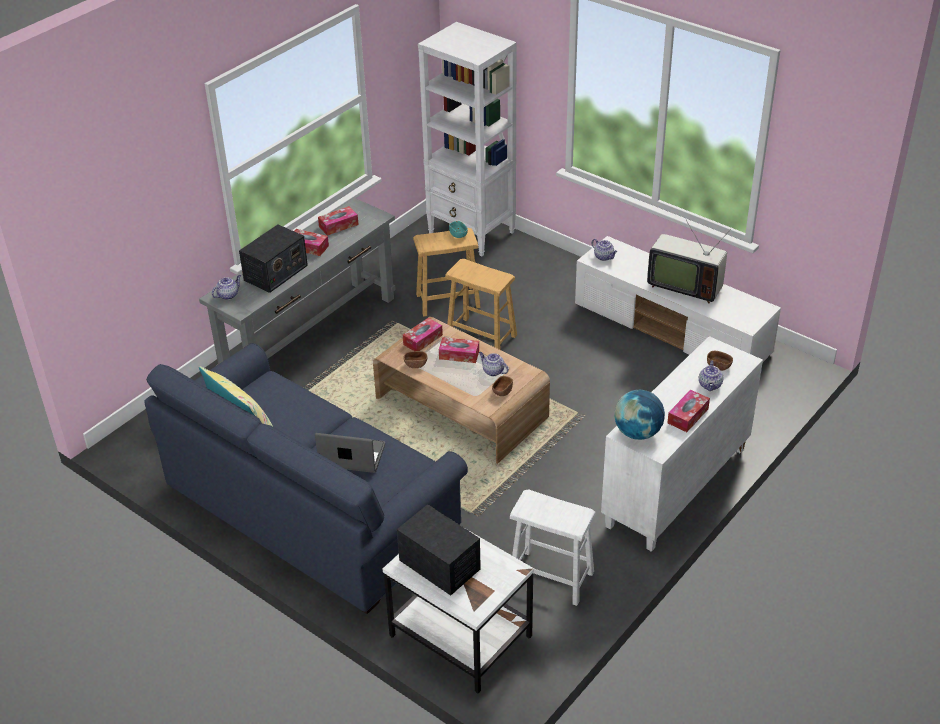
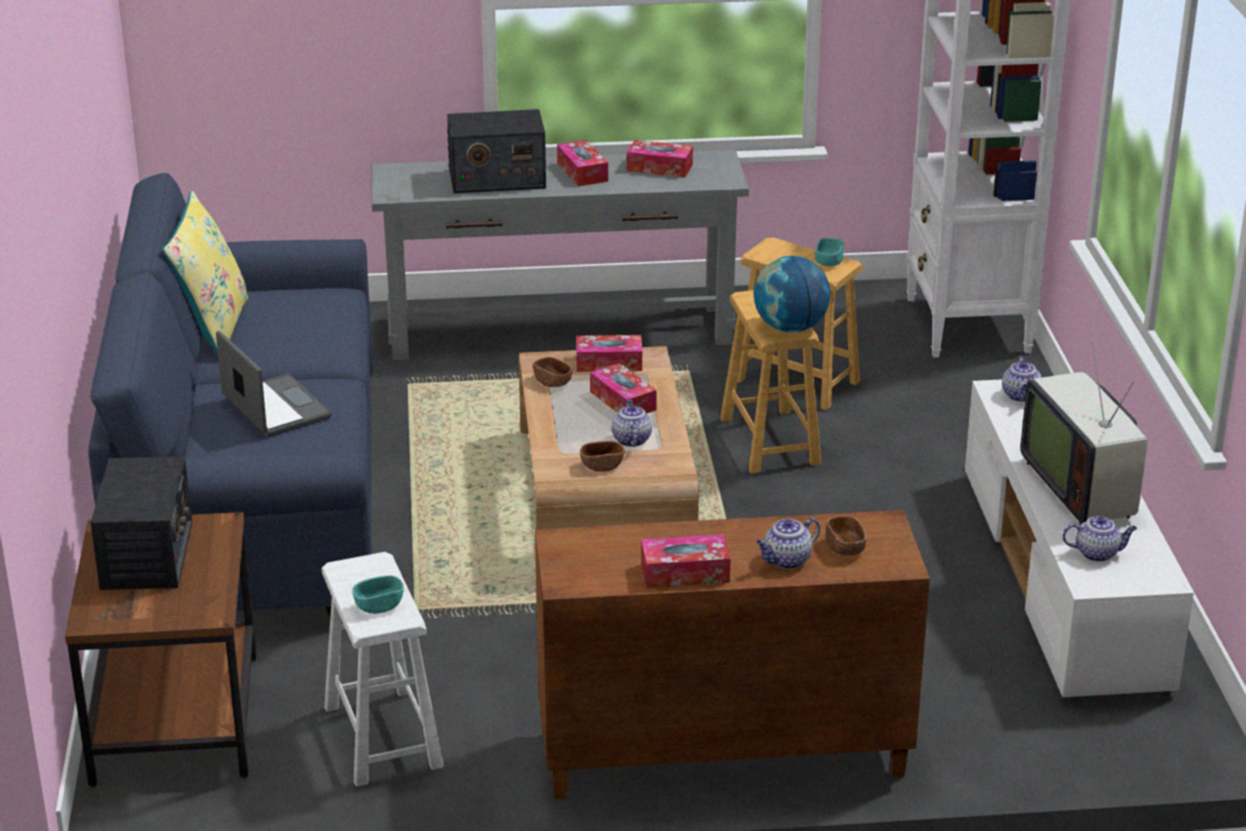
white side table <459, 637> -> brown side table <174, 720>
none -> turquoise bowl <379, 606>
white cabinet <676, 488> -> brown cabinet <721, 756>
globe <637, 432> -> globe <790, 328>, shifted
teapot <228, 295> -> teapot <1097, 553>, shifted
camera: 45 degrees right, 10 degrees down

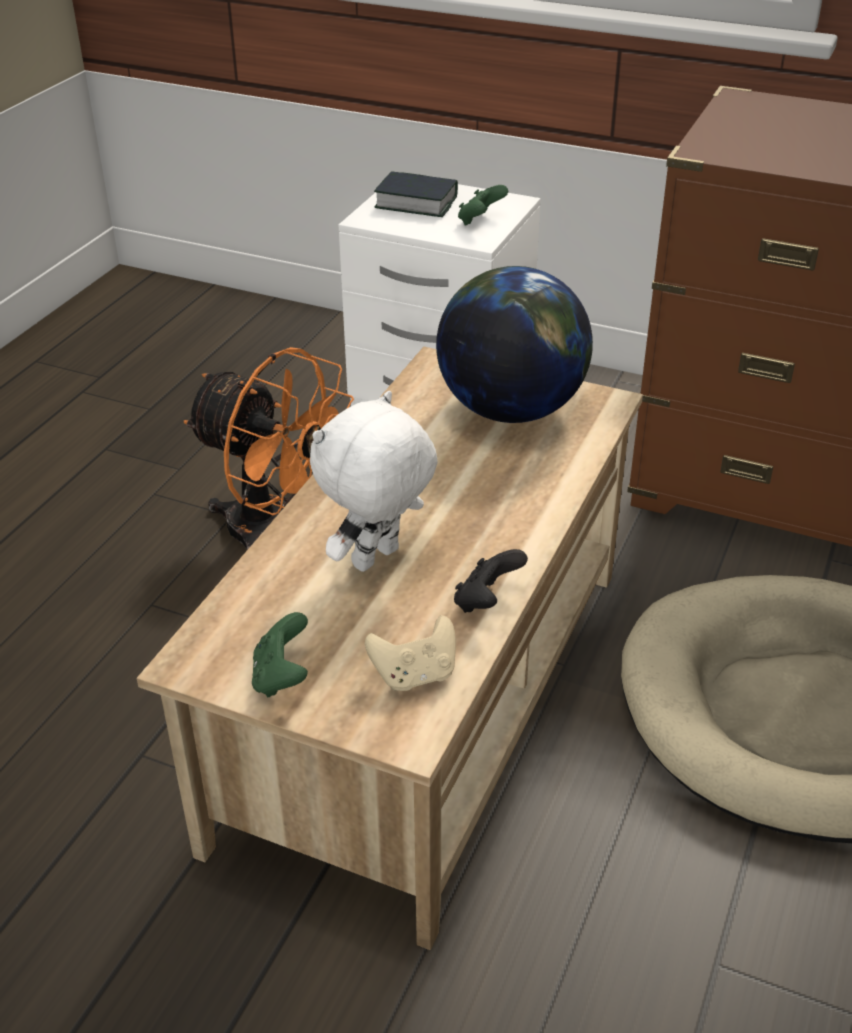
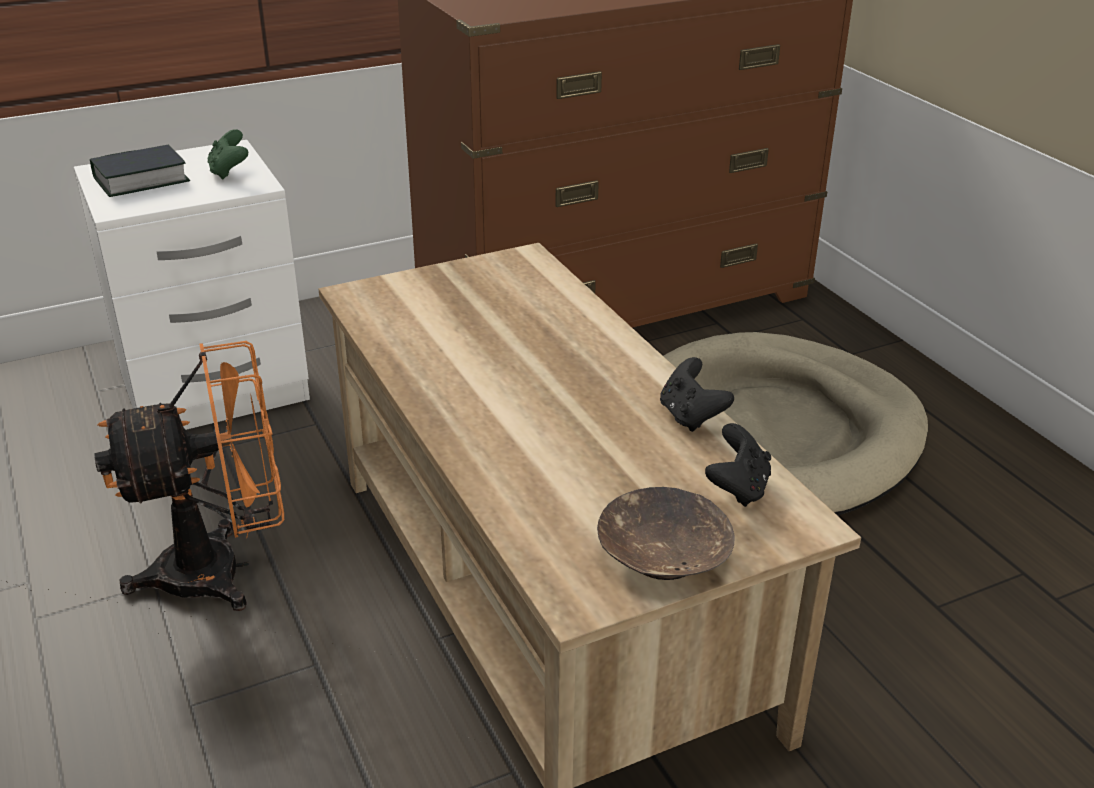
green game controller <282, 677> -> brown bowl <662, 556>
beige game controller <415, 675> -> black game controller <738, 488>
white plush toy <377, 560> -> none
globe <511, 409> -> none
camera: 50 degrees left, 5 degrees down

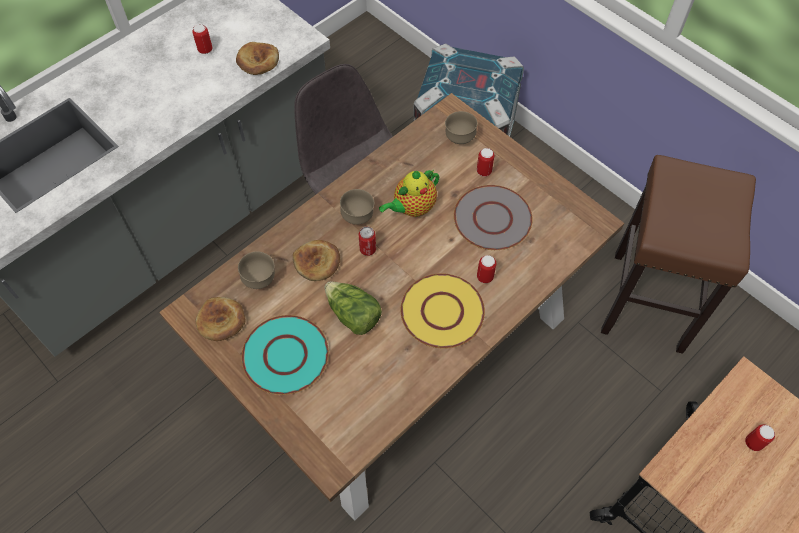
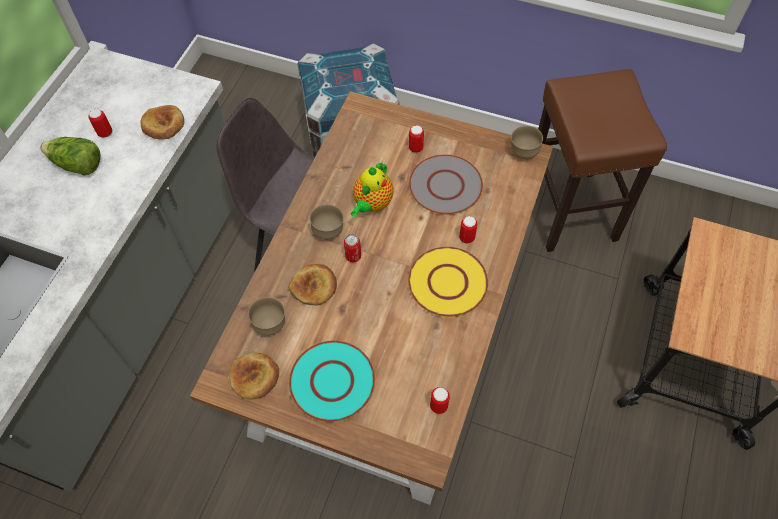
lettuce <353, 315> -> lettuce <77, 165>, shifted
can <753, 443> -> can <438, 406>, shifted
brown bowl <459, 138> -> brown bowl <523, 152>, shifted
camera: 25 degrees left, 0 degrees up

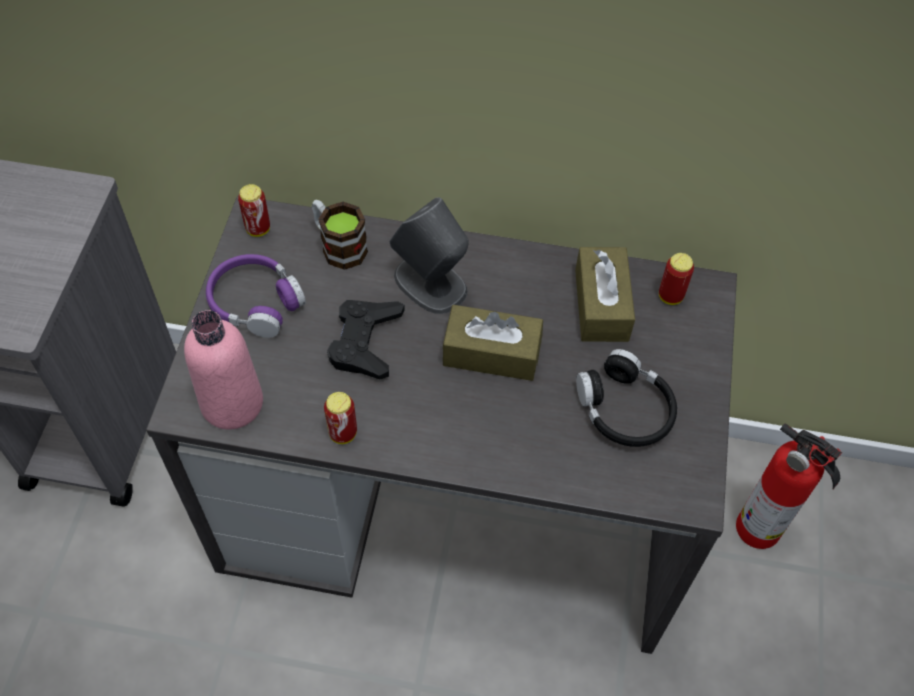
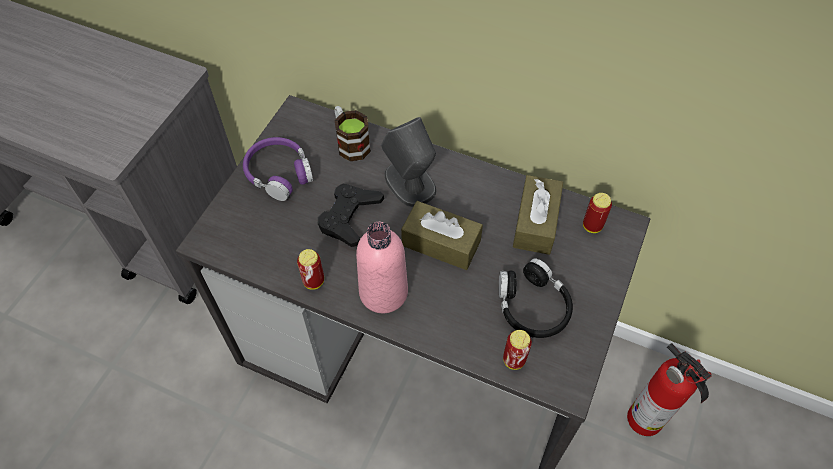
pink bottle <232, 403> -> pink bottle <383, 292>, shifted
can <258, 229> -> can <514, 360>, shifted
camera: 15 degrees right, 0 degrees up

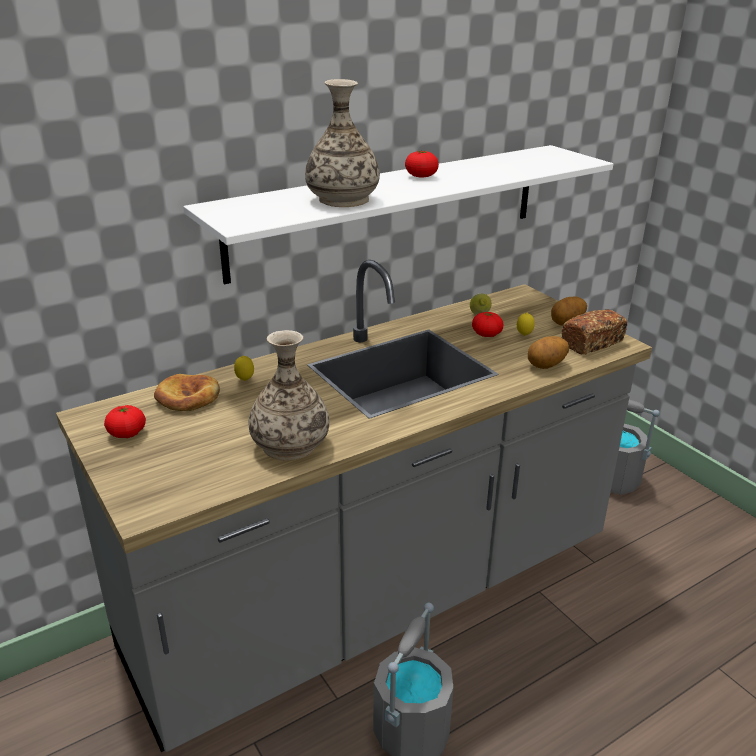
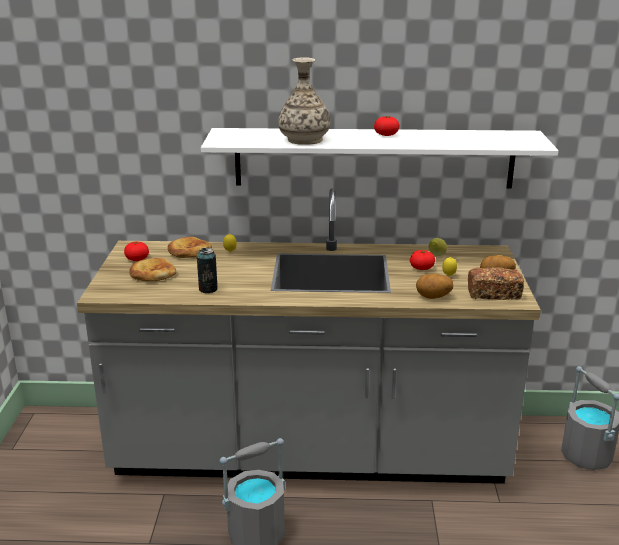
none -> bread <152, 274>
vase <290, 444> -> can <208, 289>
camera: 35 degrees right, 5 degrees down

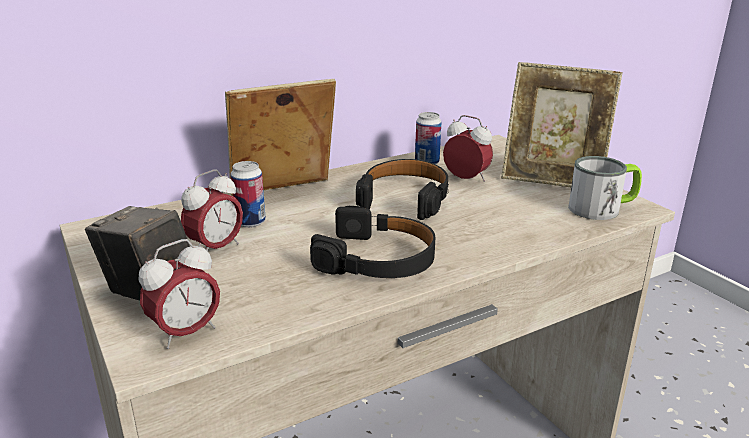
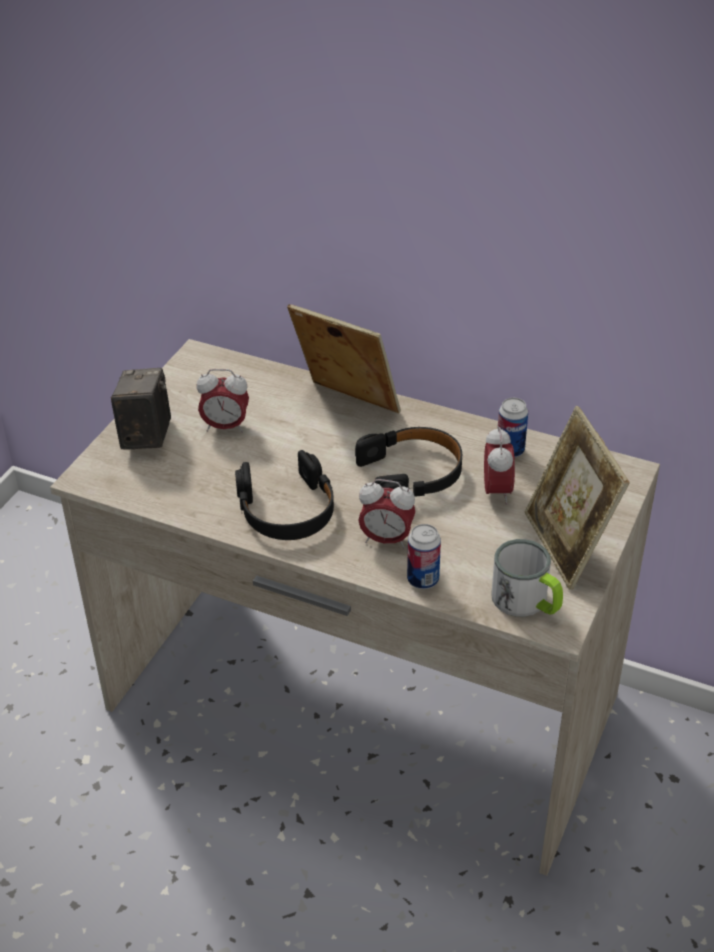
alarm clock <186, 333> -> alarm clock <386, 540>, shifted
can <250, 222> -> can <423, 580>, shifted
camera: 55 degrees right, 15 degrees up

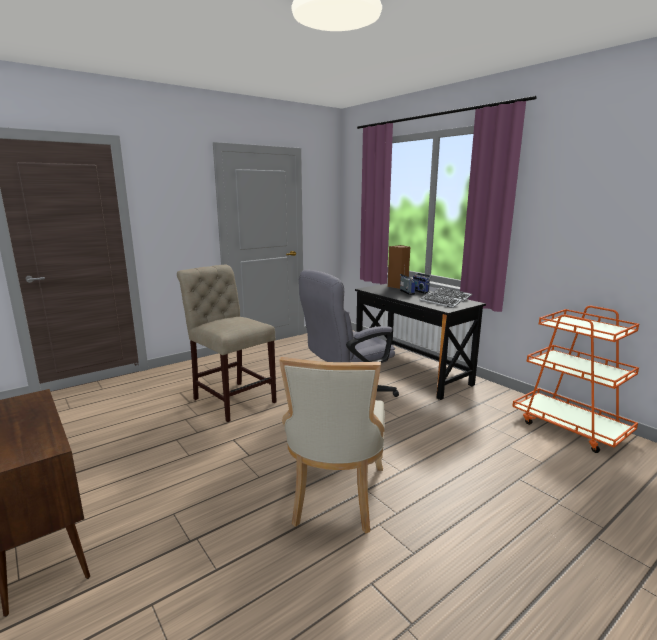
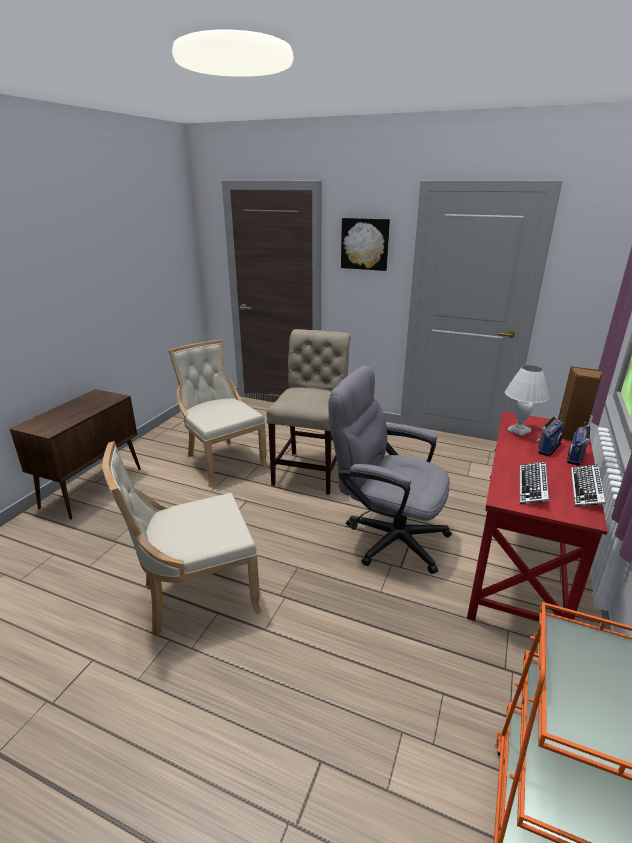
none -> beige chair <222, 460>
none -> picture <365, 244>
black desk <411, 373> -> red desk <519, 566>
none -> white table lamp <519, 430>
camera: 60 degrees right, 10 degrees up

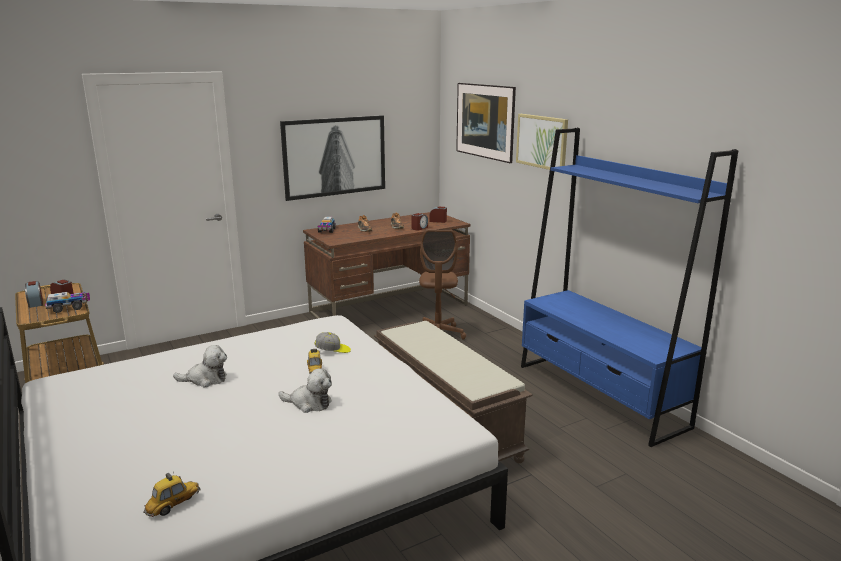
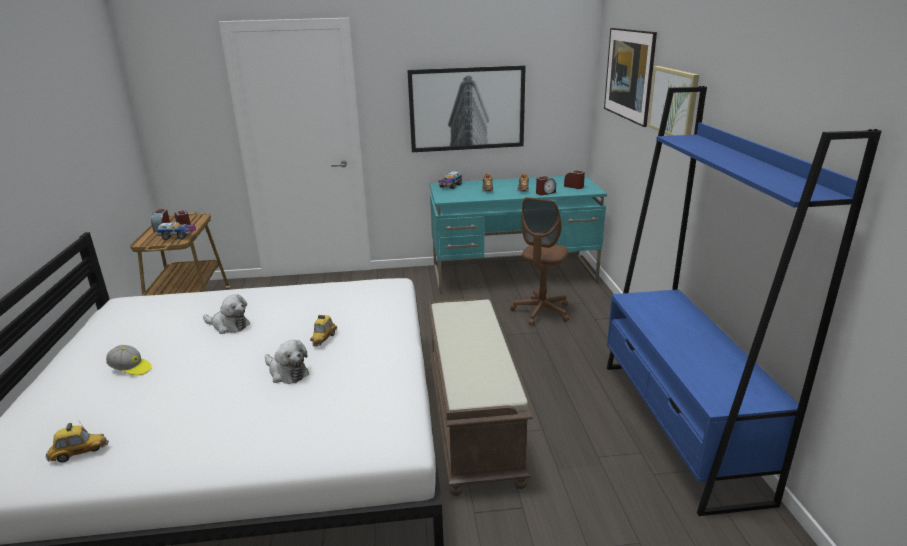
cap <332, 351> -> cap <131, 368>, shifted
brown desk <390, 309> -> turquoise desk <514, 274>
camera: 25 degrees right, 5 degrees up

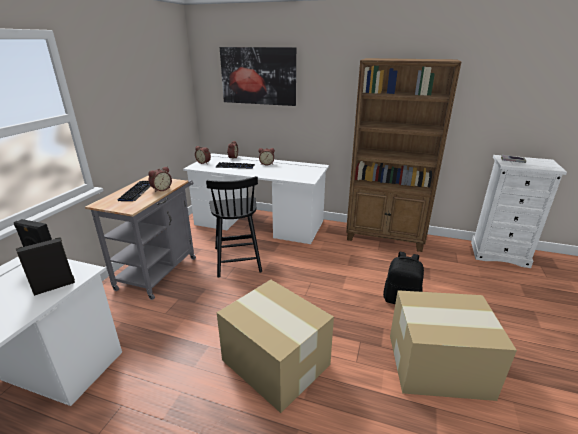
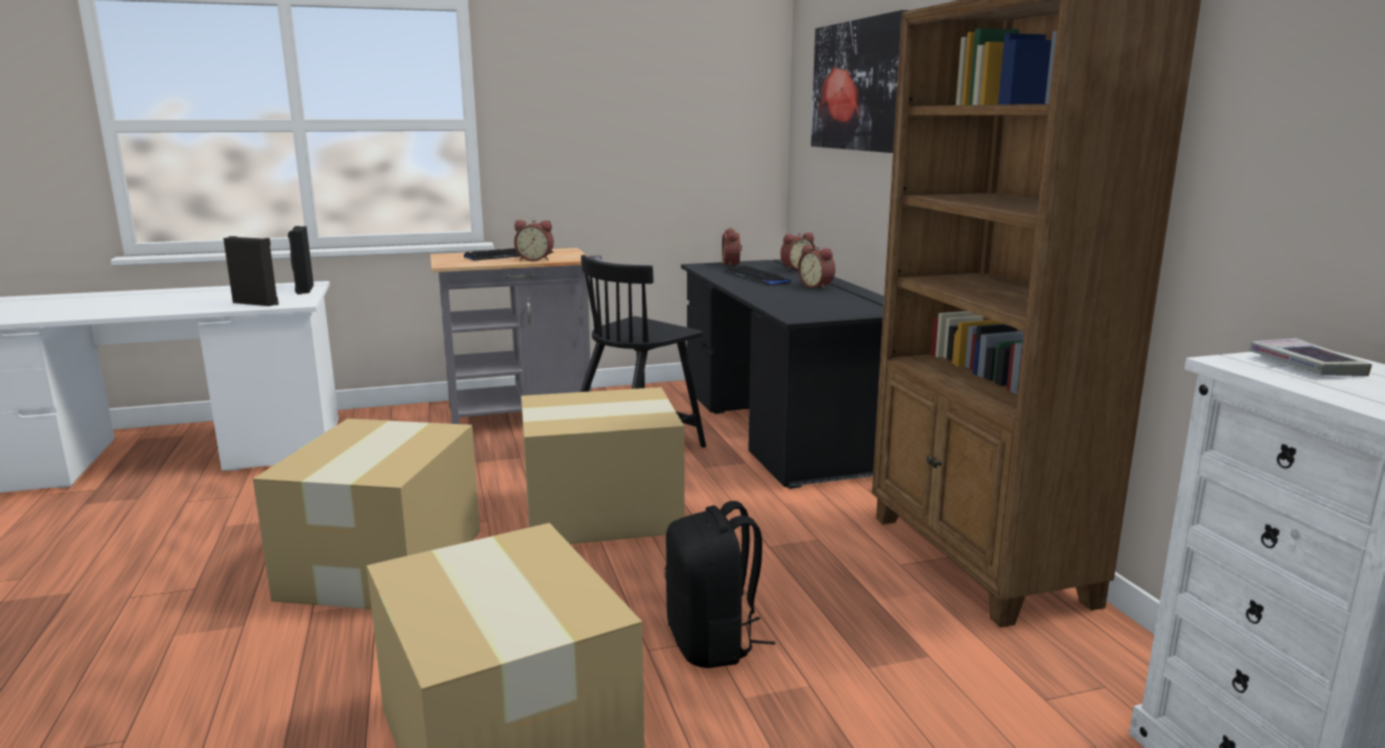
none -> cardboard box <604, 513>
white desk <259, 223> -> black desk <784, 427>
camera: 55 degrees right, 10 degrees down

